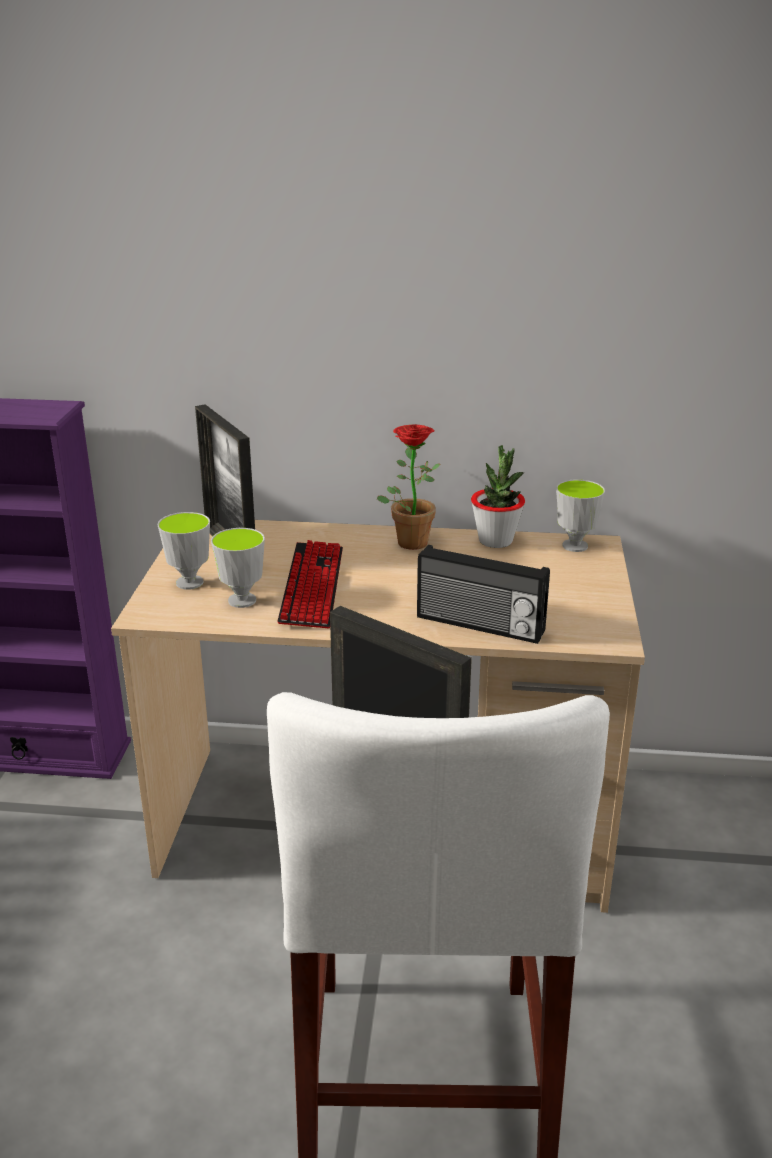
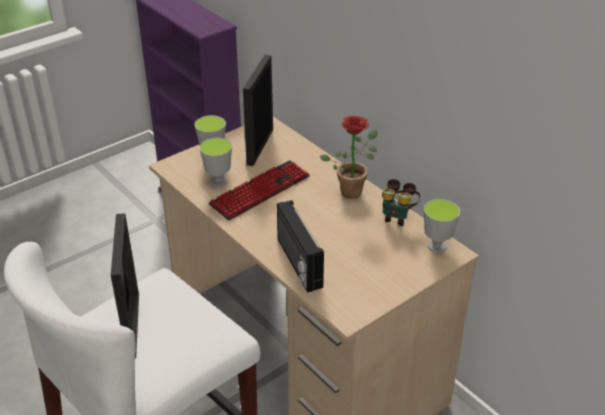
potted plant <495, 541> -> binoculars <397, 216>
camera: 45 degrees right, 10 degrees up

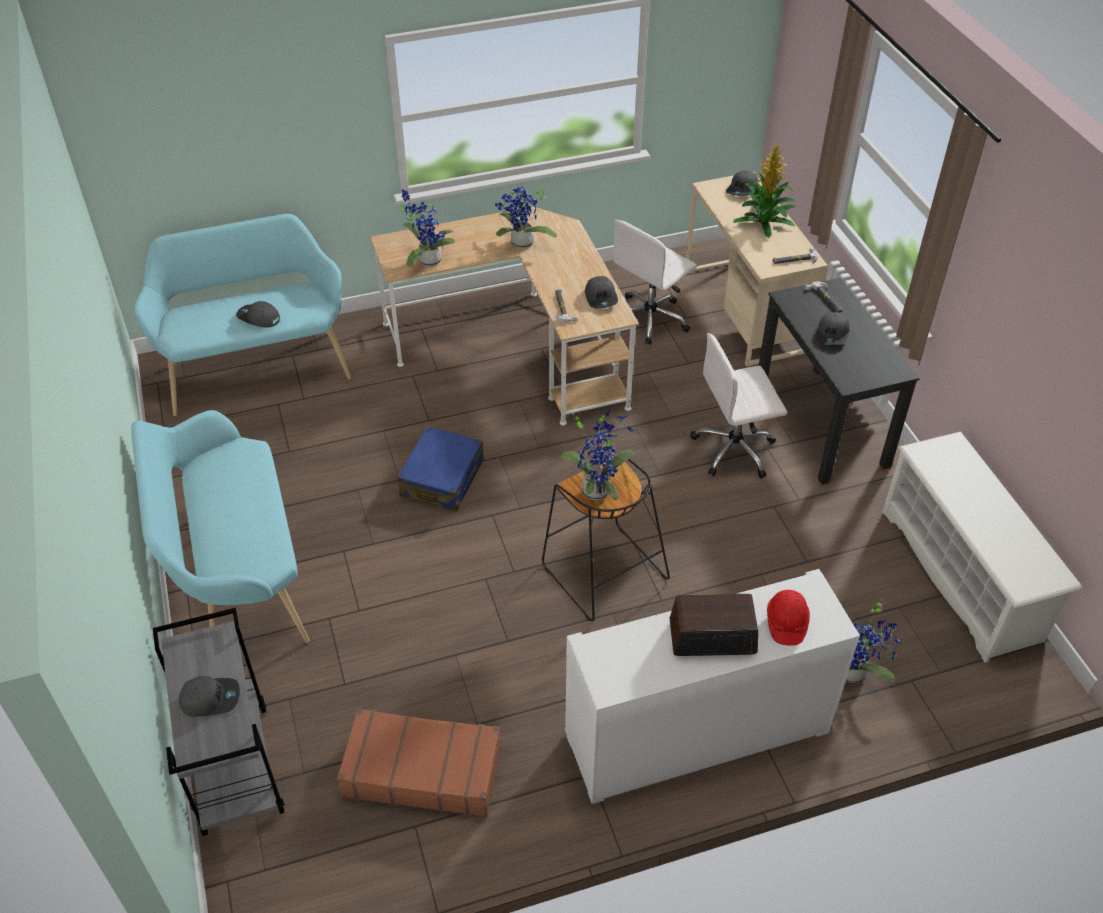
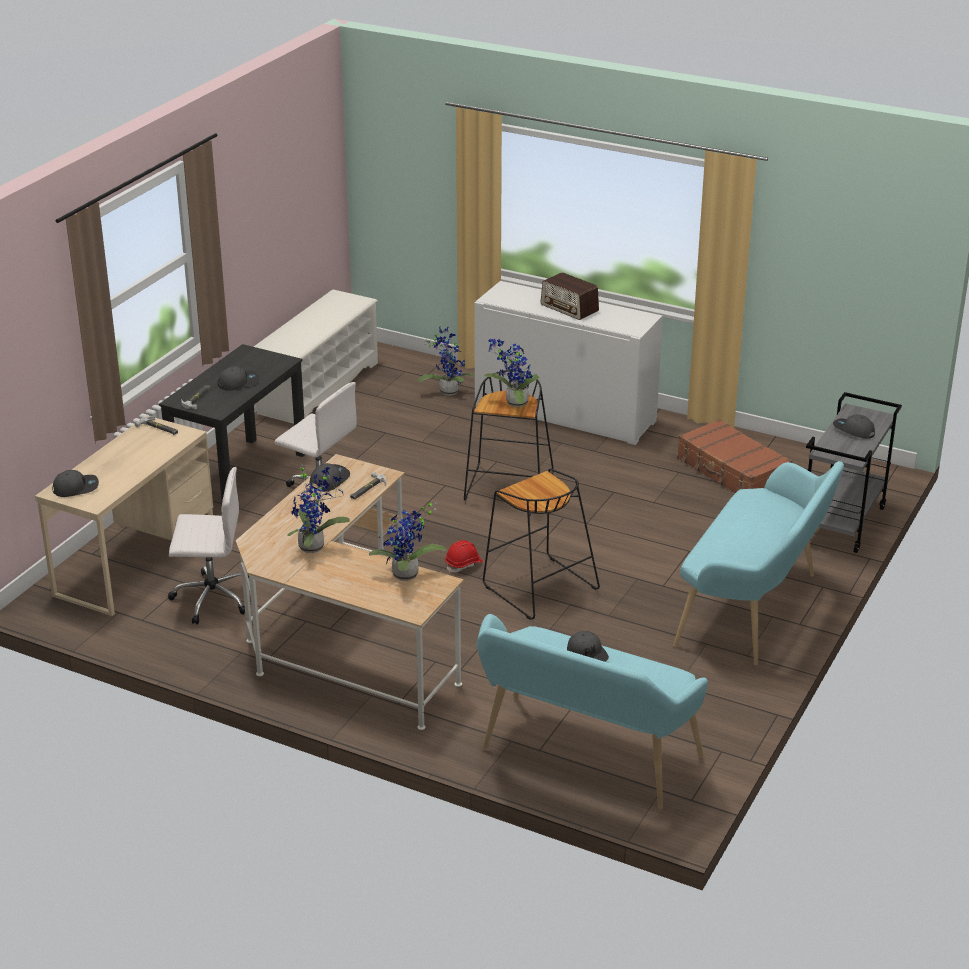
red hard hat <786, 623> -> red hard hat <464, 564>, shifted
blue suitcase <442, 478> -> black stool <538, 587>
potted plant <765, 222> -> none
camera: 135 degrees left, 15 degrees down

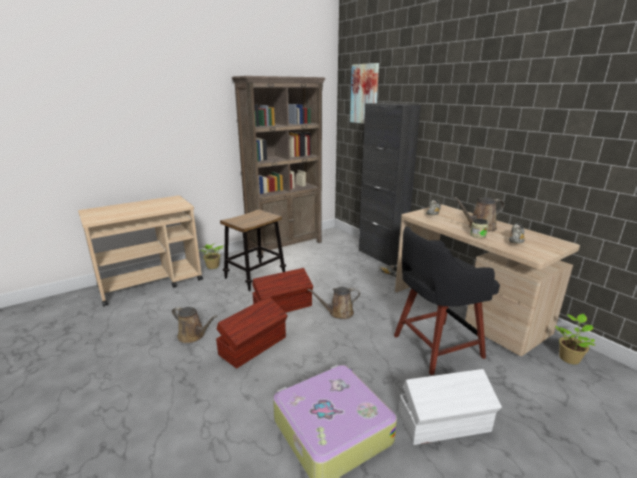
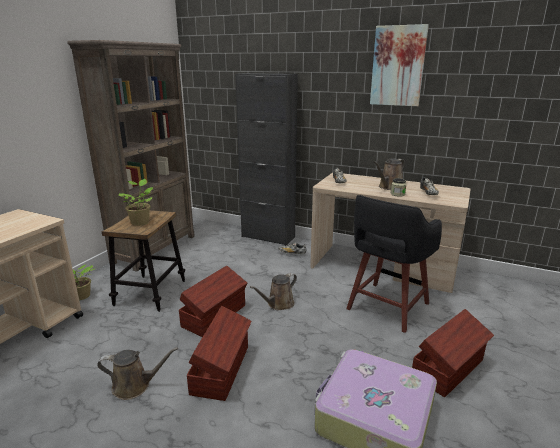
potted plant <569, 357> -> potted plant <140, 222>, shifted
picture <364, 94> -> picture <398, 66>, shifted
white storage box <445, 423> -> brown storage box <449, 368>
camera: 30 degrees left, 0 degrees up

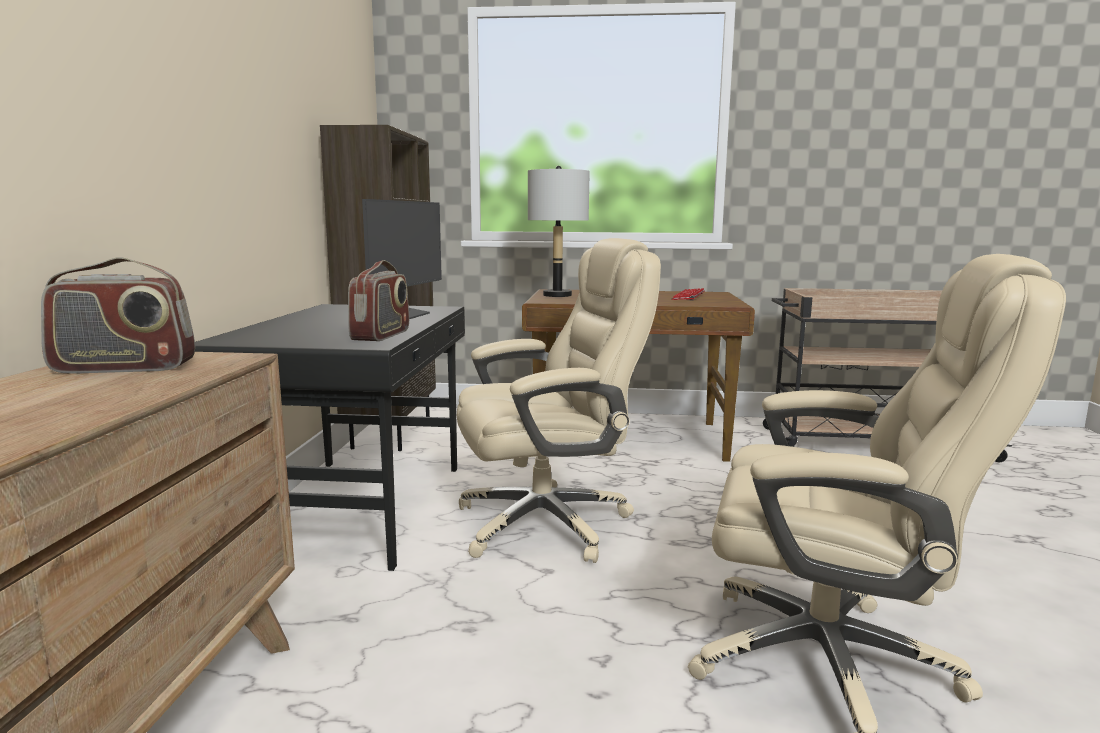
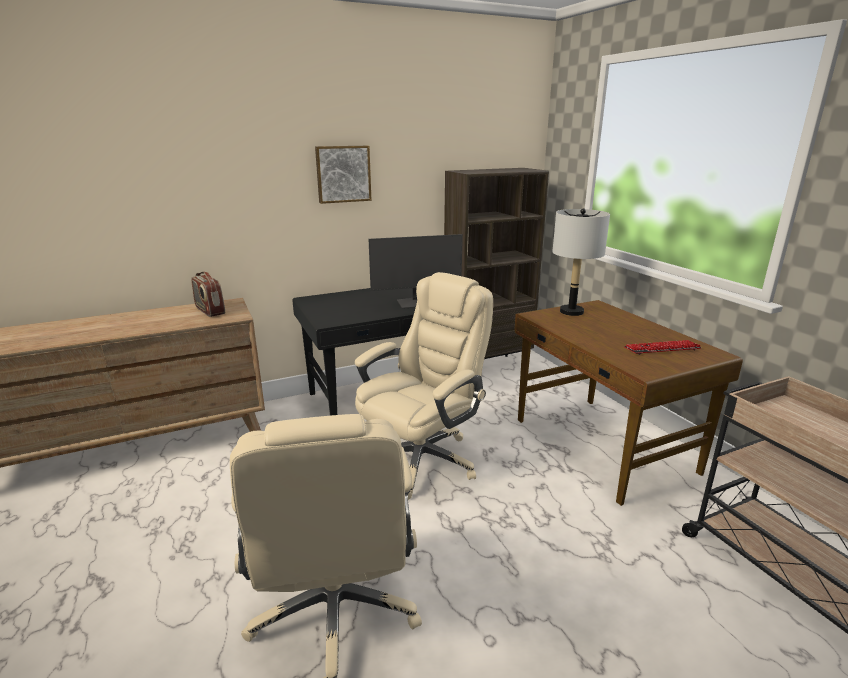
none -> picture <343, 174>
beige office chair <548, 523> -> beige office chair <422, 459>, 90 degrees counterclockwise
radio <381, 335> -> none
camera: 60 degrees right, 10 degrees up

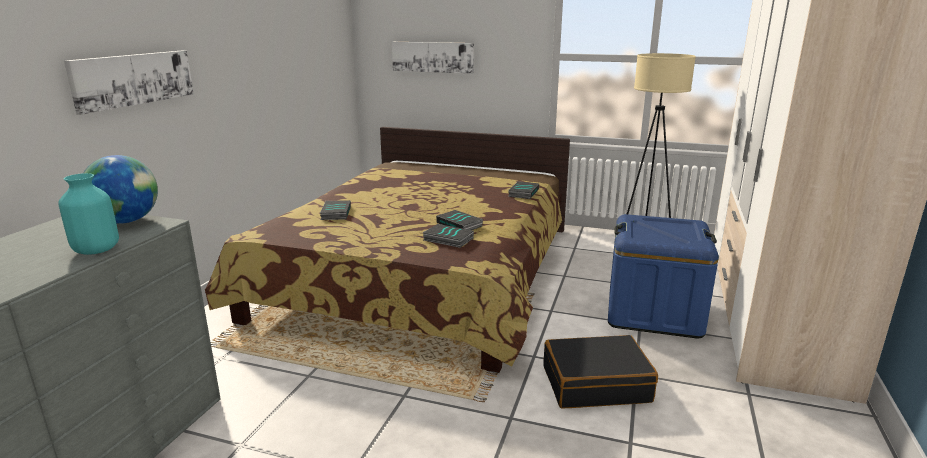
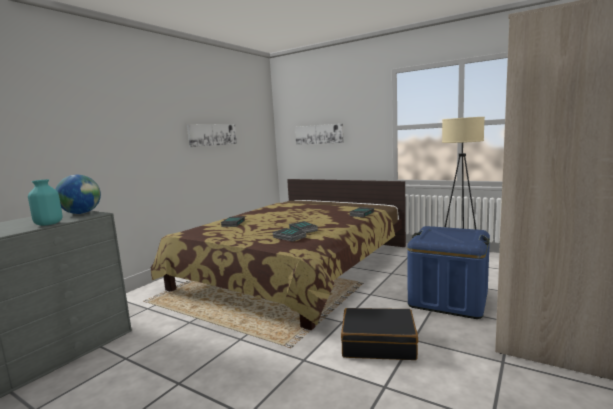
picture <133, 79> -> picture <212, 135>, shifted
camera: 15 degrees right, 10 degrees down

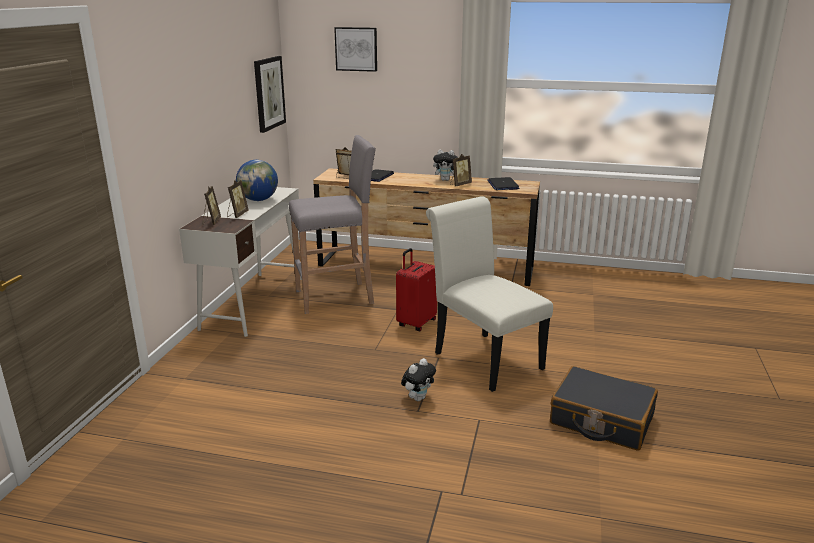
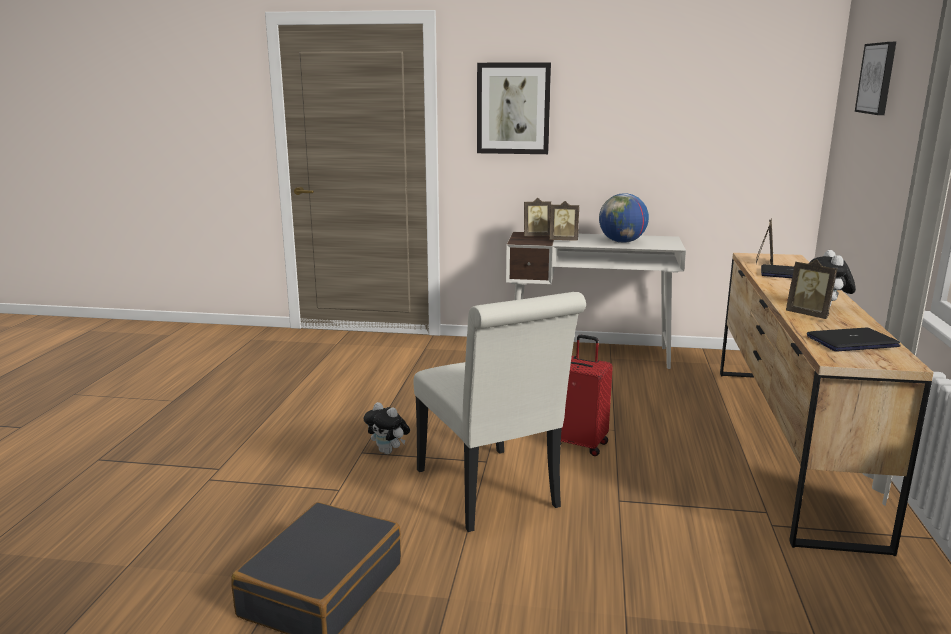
white chair <483, 358> -> white chair <491, 493>, 105 degrees clockwise
picture <269, 93> -> picture <513, 108>, shifted
grey stool <336, 297> -> none
camera: 85 degrees right, 5 degrees down

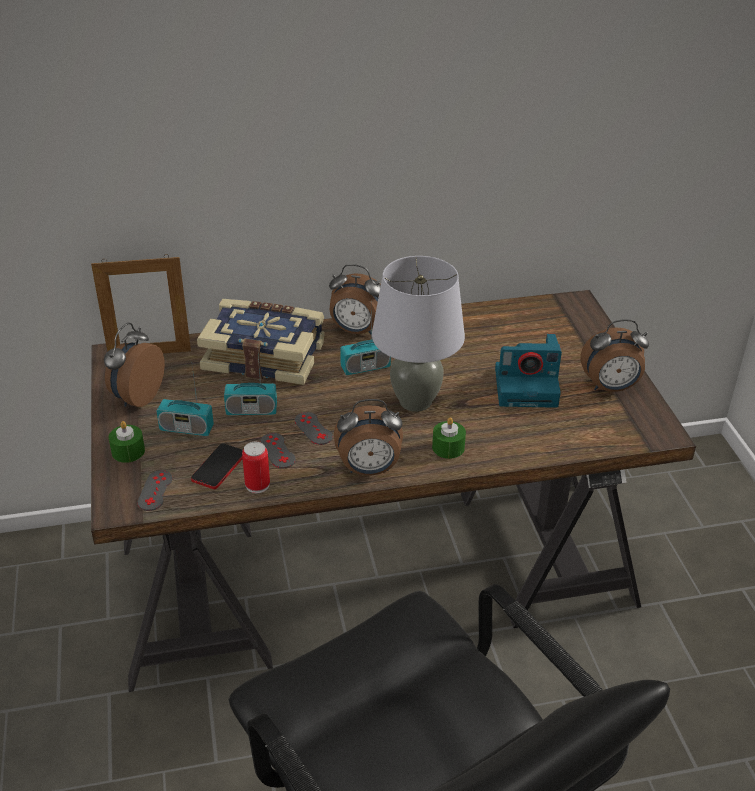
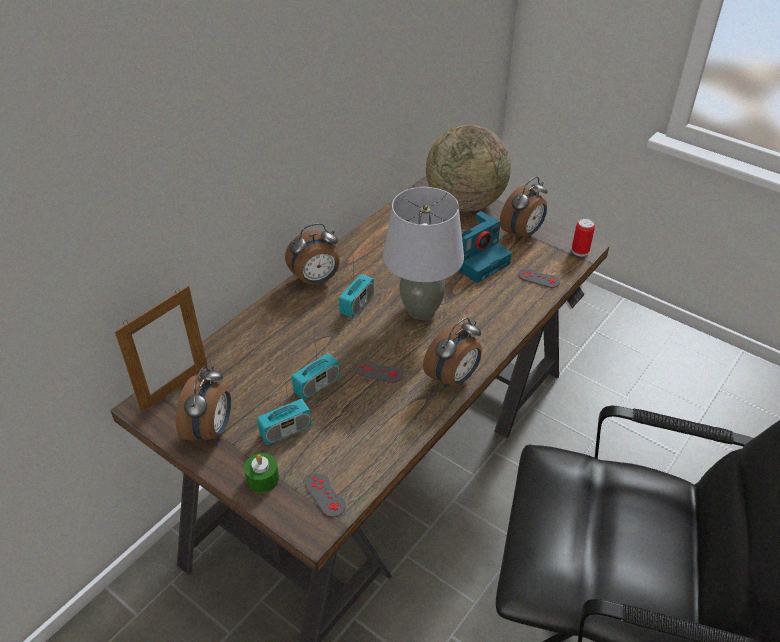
alarm clock <136, 397> -> alarm clock <211, 430>, 150 degrees counterclockwise
none -> globe <465, 203>
grey game controller <277, 451> -> grey game controller <539, 278>, shifted
can <257, 485> -> can <580, 251>, shifted
phone <218, 467> -> none
book <265, 355> -> none
green candle <448, 447> -> none
camera: 40 degrees left, 5 degrees up

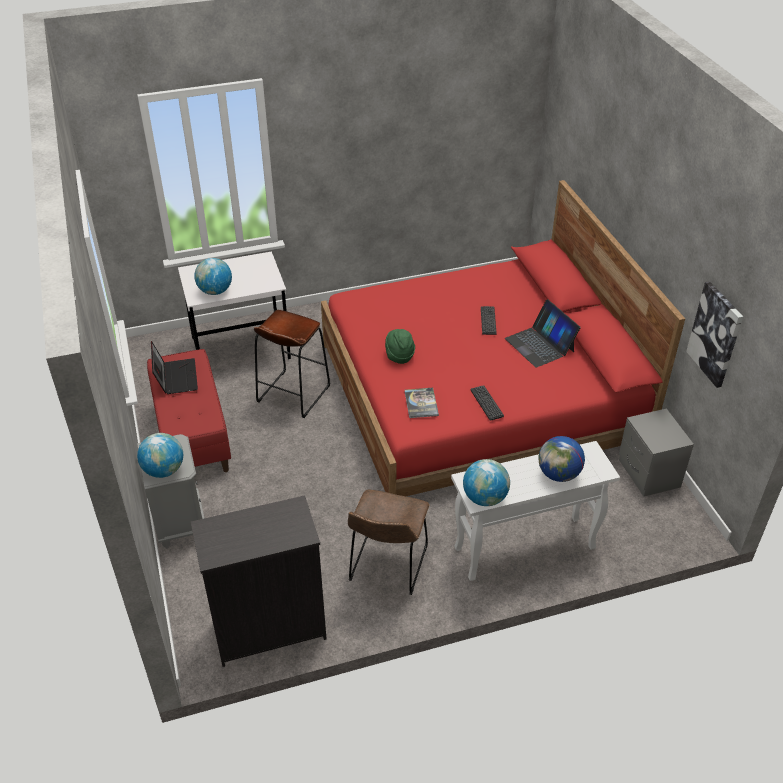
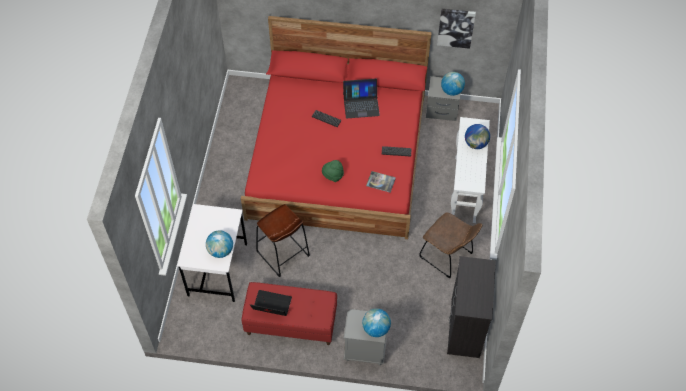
globe <485, 498> -> globe <451, 91>, shifted
camera: 65 degrees left, 15 degrees up

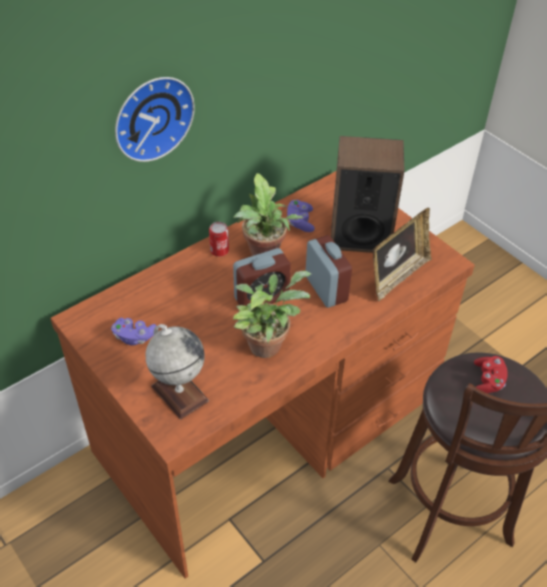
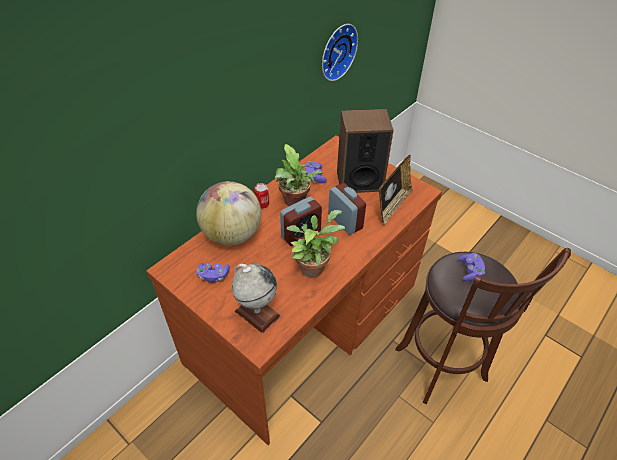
none -> globe <232, 234>
wall clock <151, 116> -> wall clock <336, 51>, shifted
red game controller <487, 381> -> purple game controller <470, 271>
camera: 10 degrees left, 0 degrees up

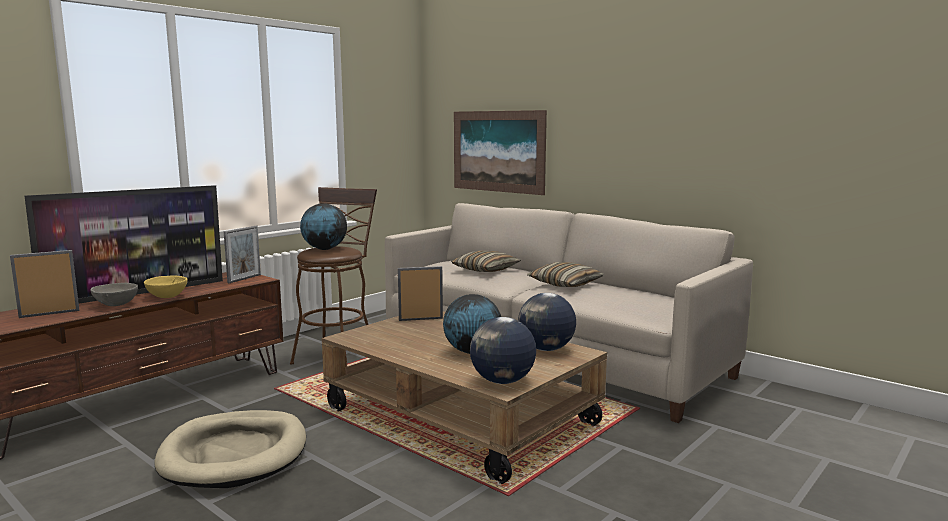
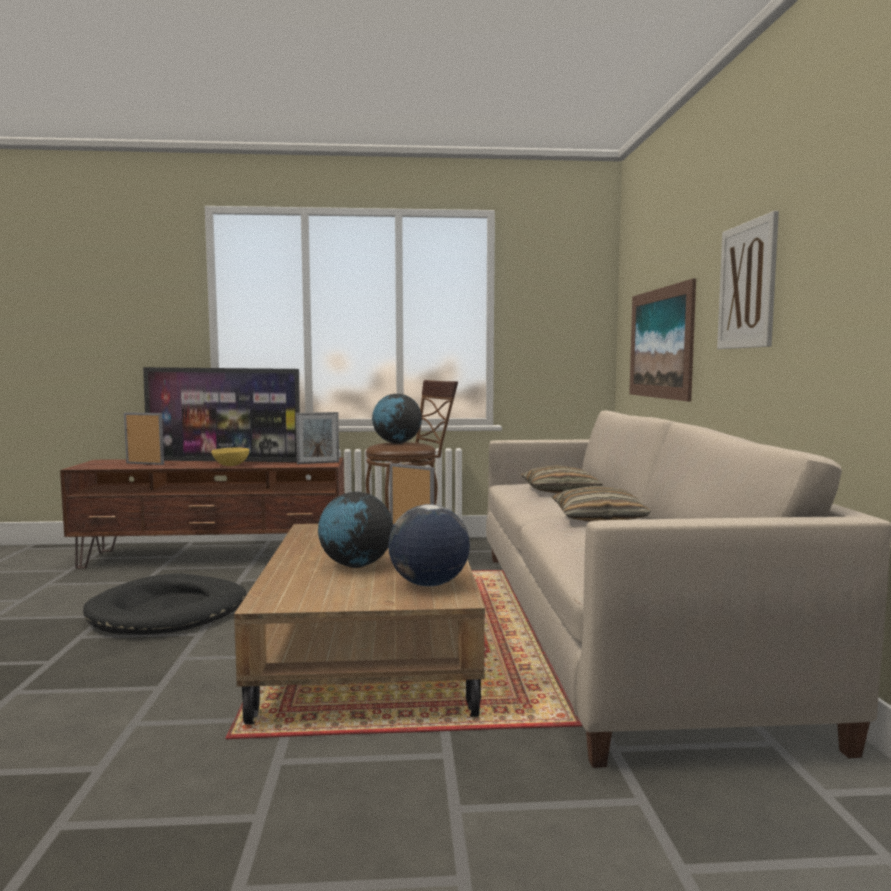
beige dog bed <235, 454> -> black dog bed <169, 611>
none -> picture <747, 285>
grey bowl <116, 305> -> none
globe <502, 381> -> none
camera: 45 degrees right, 5 degrees down

